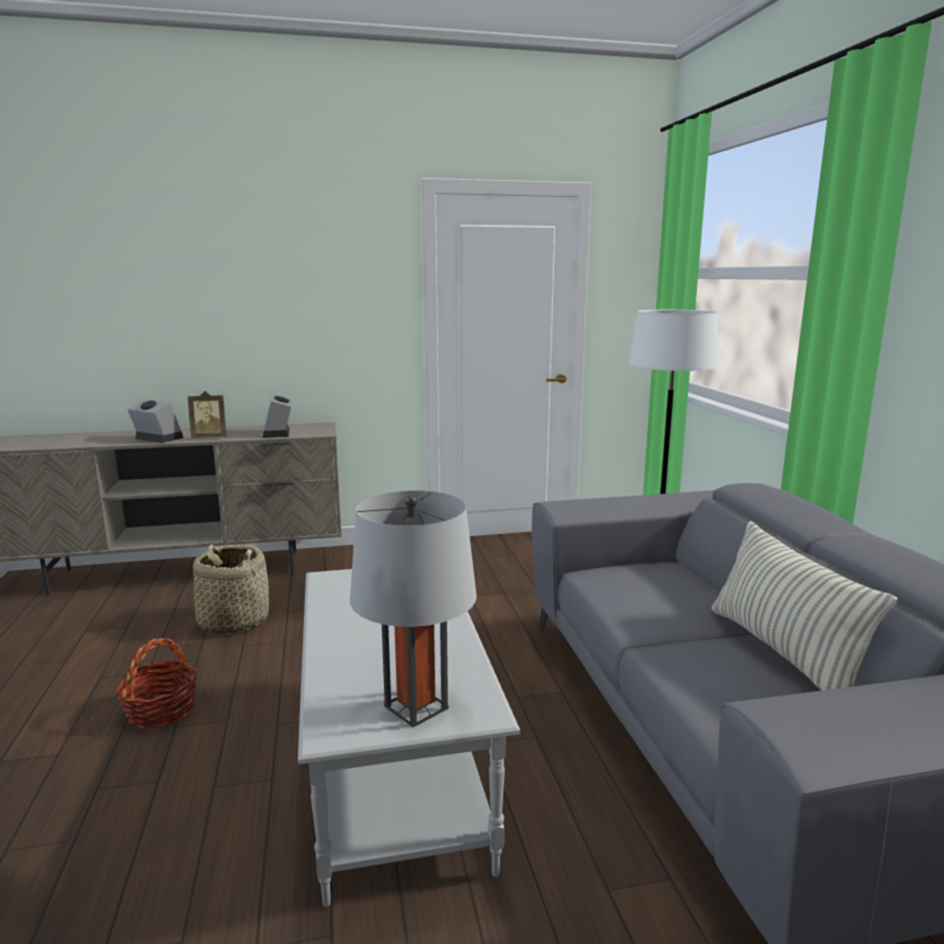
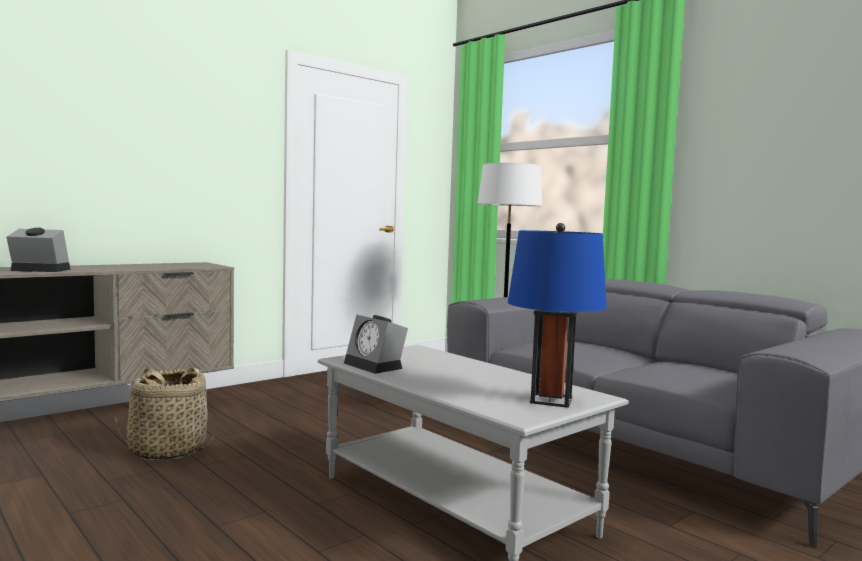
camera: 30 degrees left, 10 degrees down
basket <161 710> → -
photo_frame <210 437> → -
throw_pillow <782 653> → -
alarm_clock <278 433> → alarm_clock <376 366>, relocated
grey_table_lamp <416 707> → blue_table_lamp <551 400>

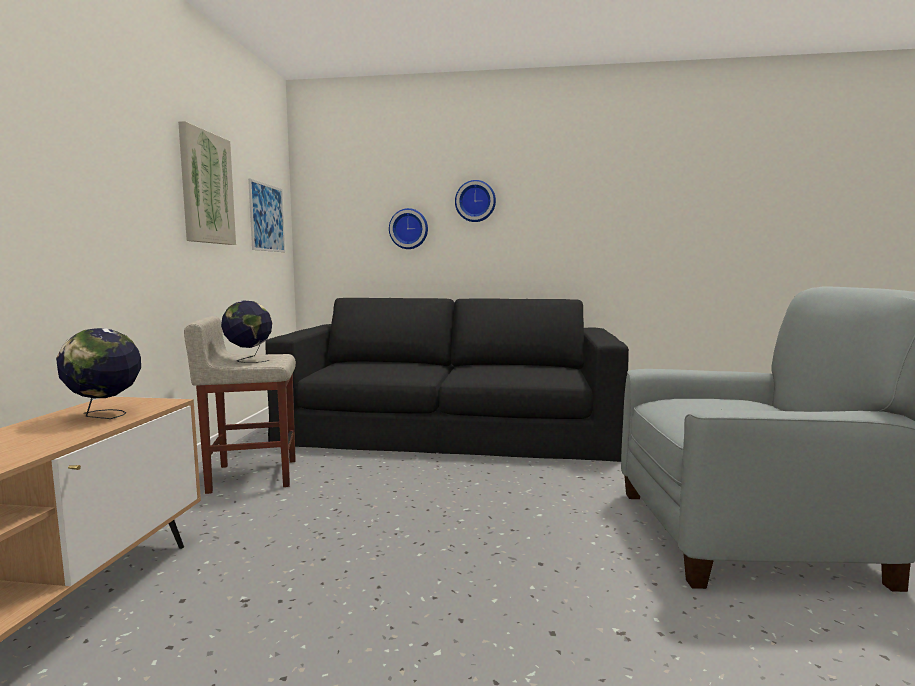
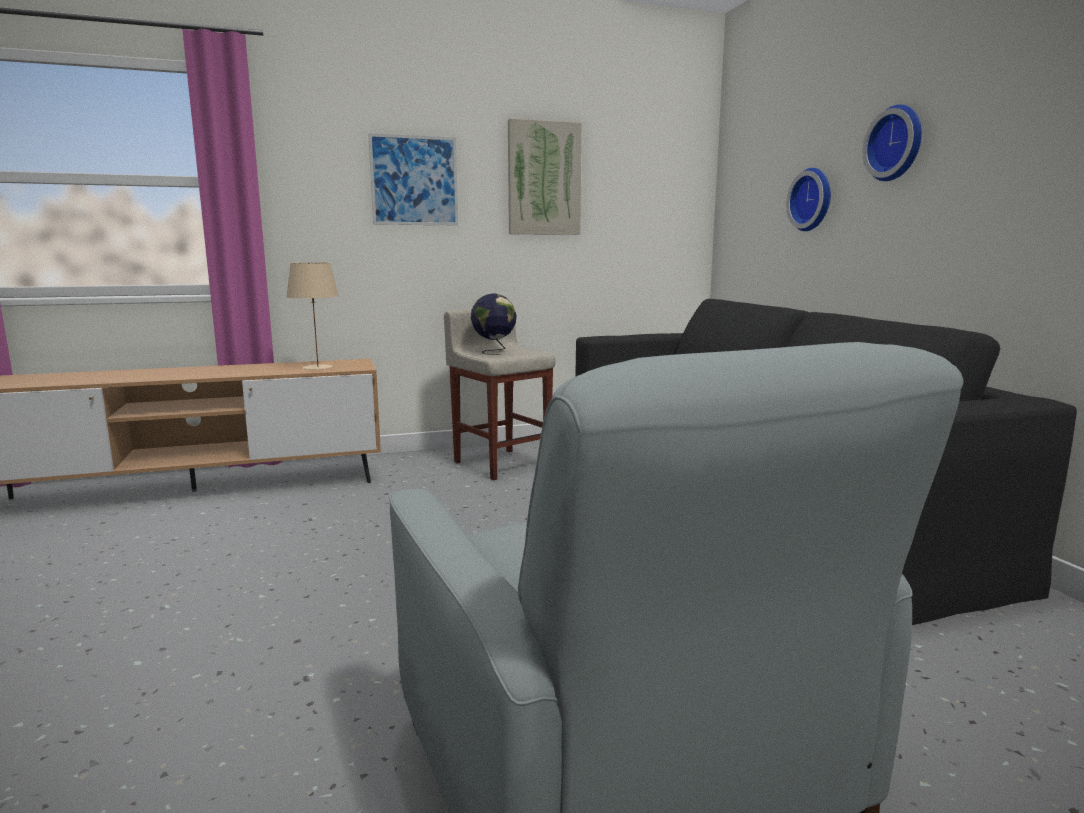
camera: 65 degrees right, 5 degrees up
picture <267 218> → picture <414 180>, relocated
desk_globe <105 416> → sand-coloured_table_lamp <318 367>

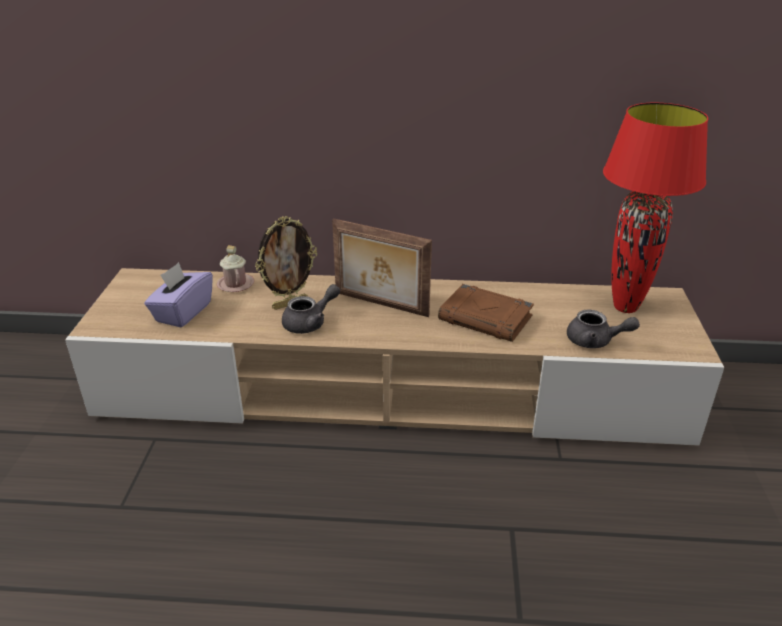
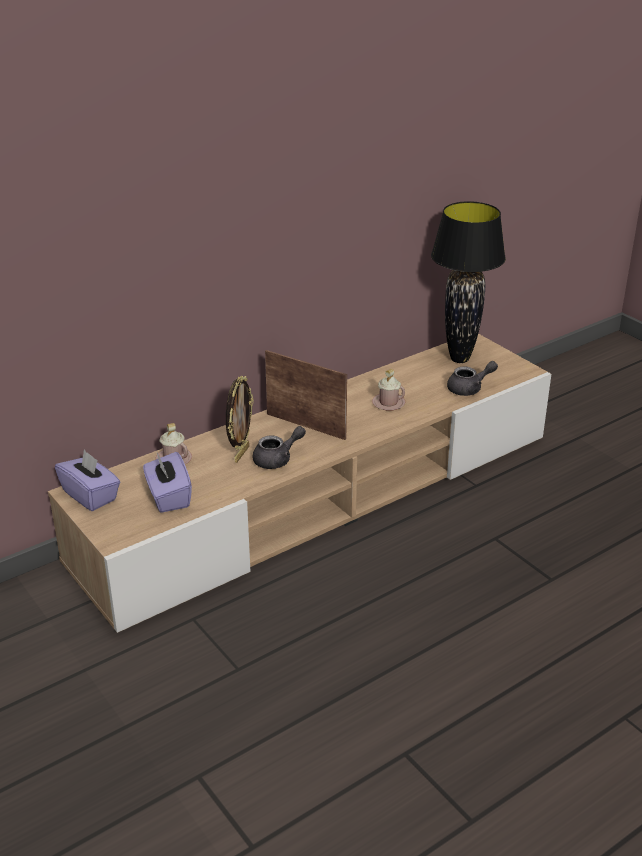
camera: 40 degrees left, 0 degrees up
- → purple-coloured_tissue_box <90 495>
brown_book <486 318> → pinkish_mug <388 403>
red-coloured_table_lamp <624 307> → black_table_lamp <459 359>
grey_teapot <310 323> → grey_teapot <278 459>, 45 degrees clockwise
photo_frame <380 305> → photo_frame <306 425>, 135 degrees counterclockwise

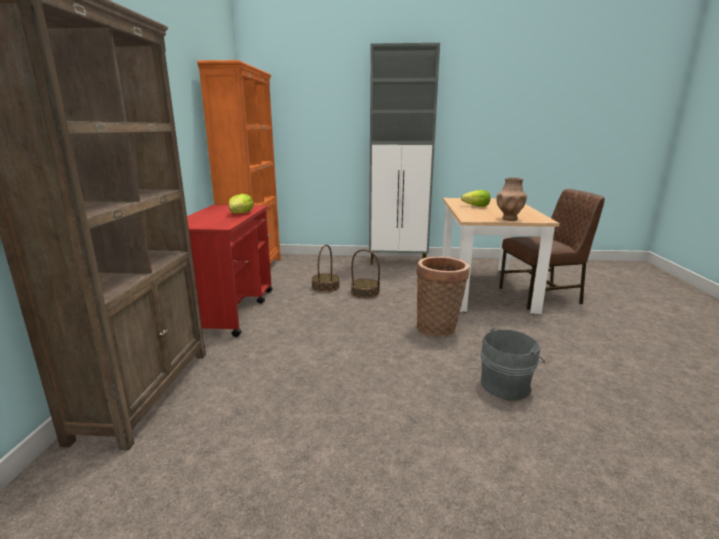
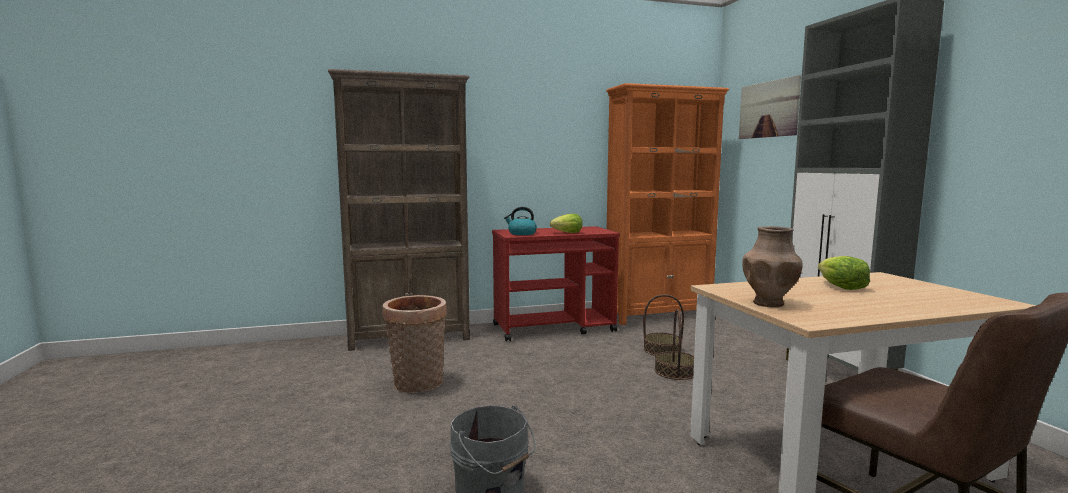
camera: 70 degrees right, 10 degrees down
- → water_kettle <521 233>
- → picture <768 109>
basket <439 328> → basket <417 385>, relocated

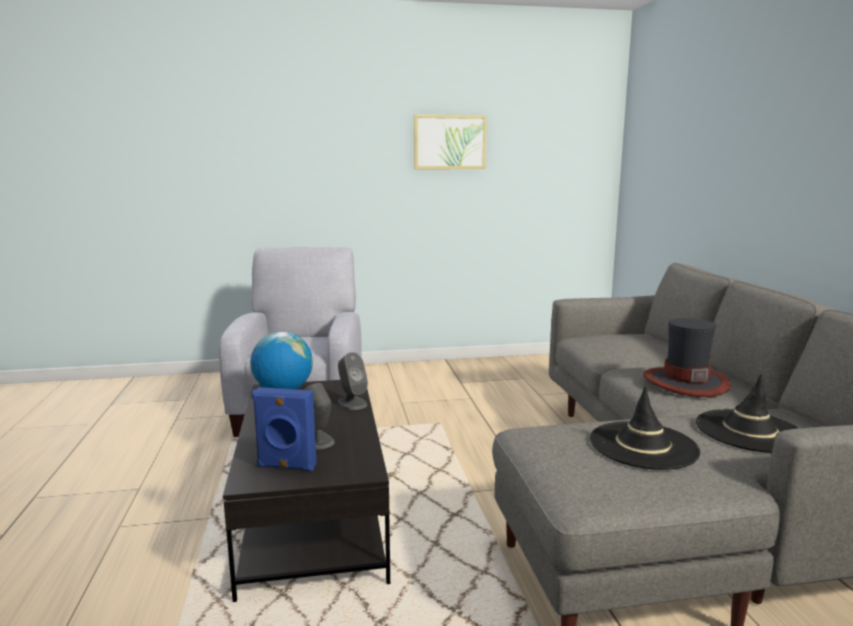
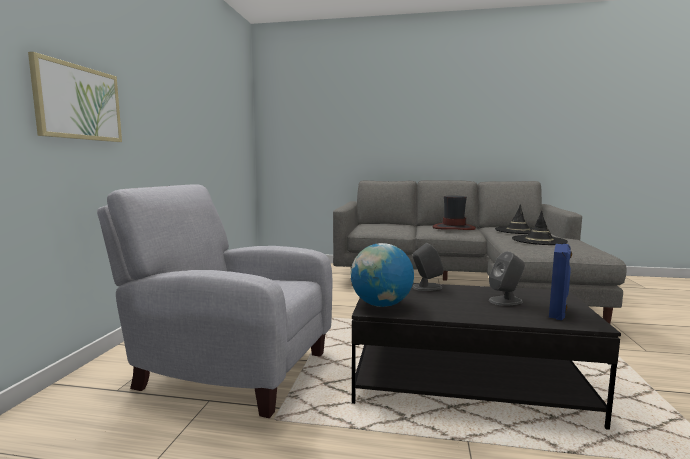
camera: 70 degrees left, 5 degrees down
picture <449 142> → picture <78 103>, relocated

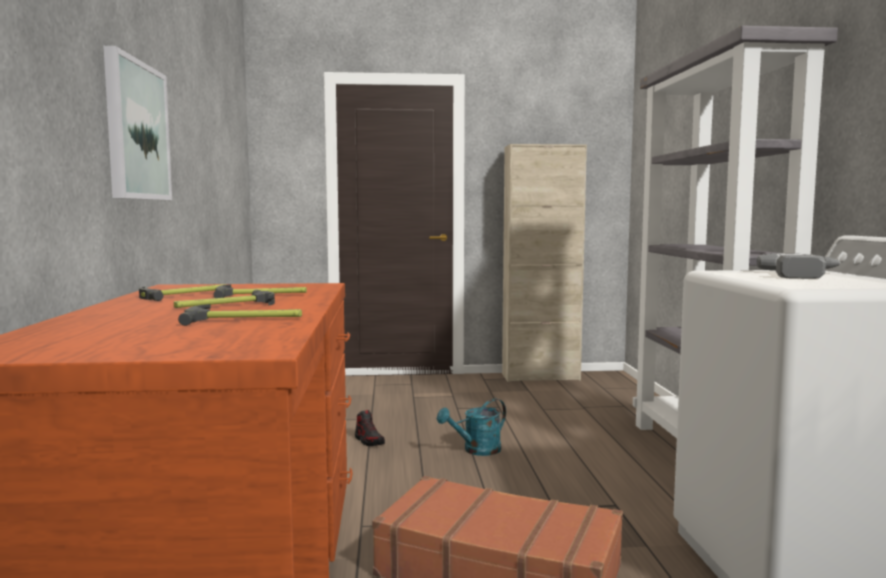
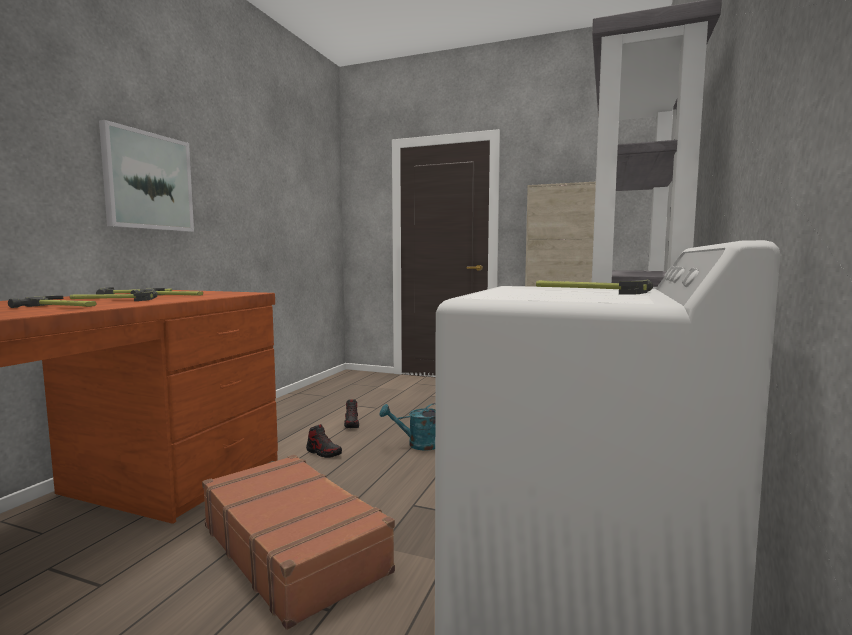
camera: 25 degrees right, 0 degrees up
- → shoe <324 452>
drill <806 275> → hand_hammer <587 291>

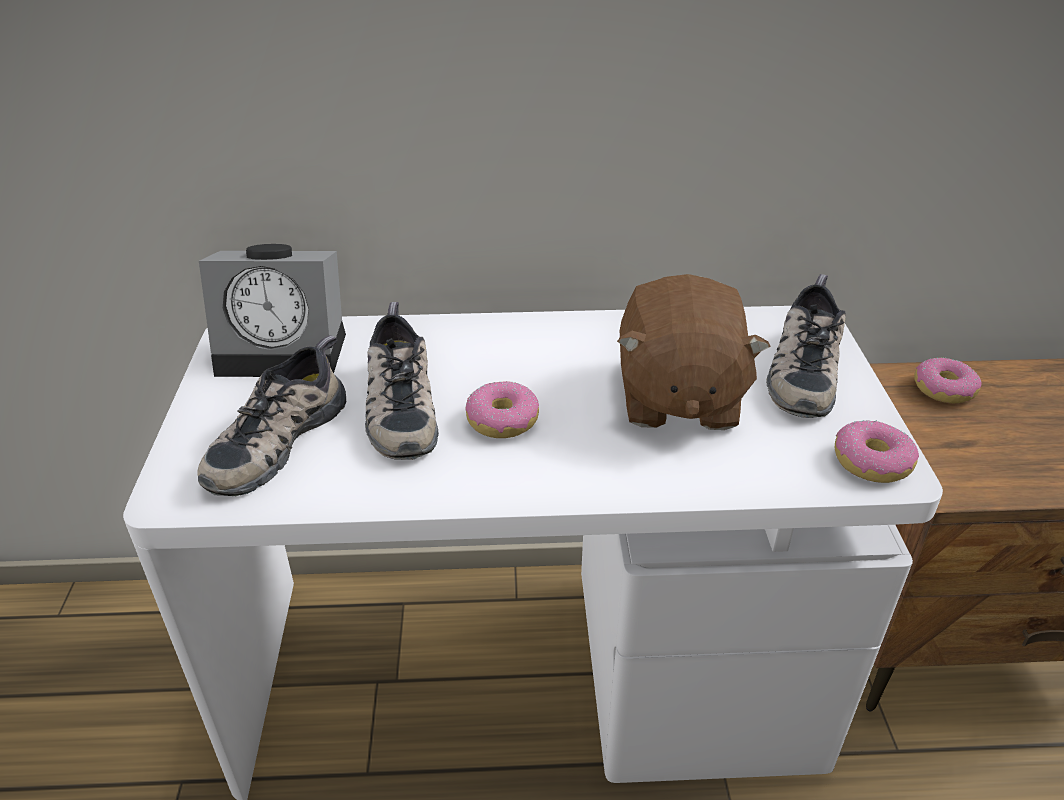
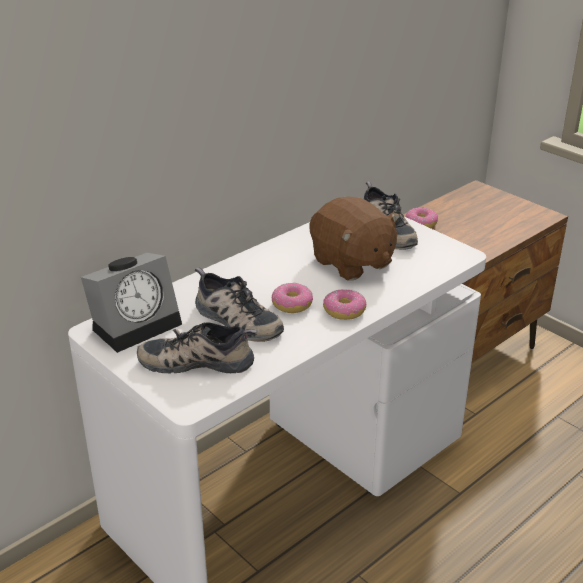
camera: 40 degrees left, 5 degrees down
ring_doughnut <872 462> → ring_doughnut <344 311>, relocated
shoe <275 438> → shoe <198 360>, 105 degrees clockwise

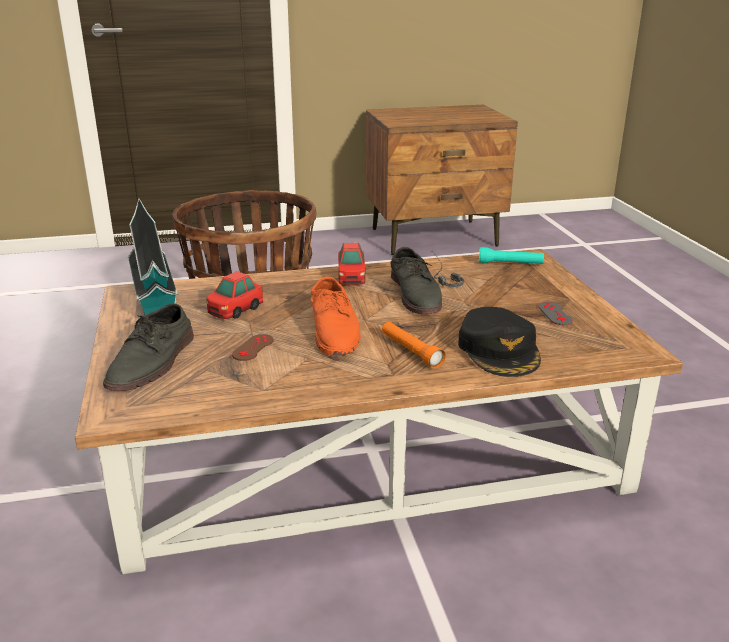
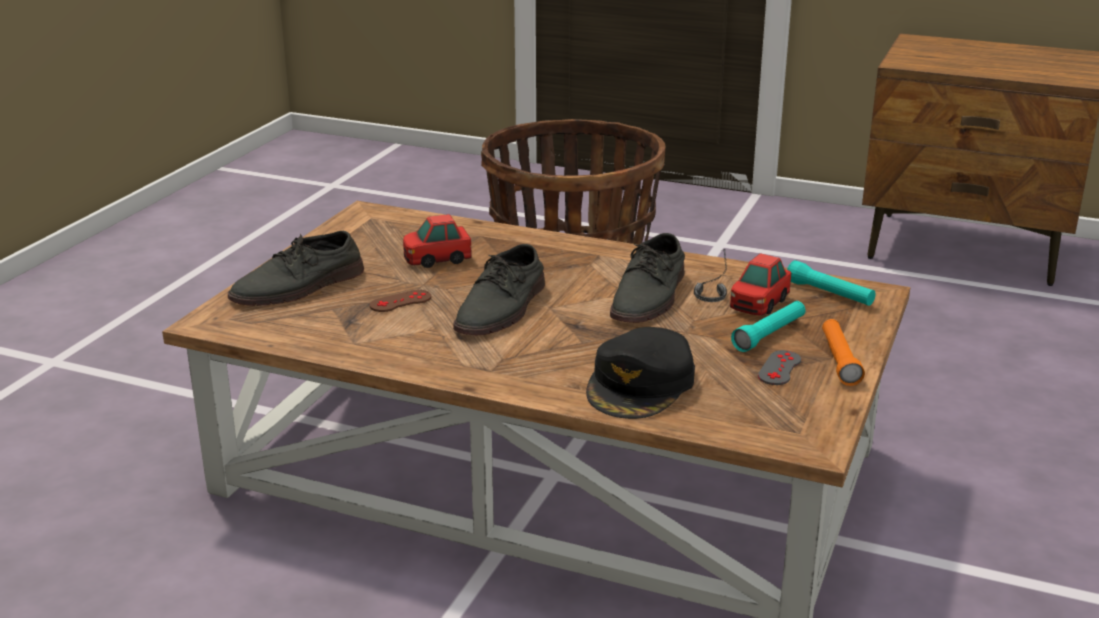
camera: 35 degrees right, 0 degrees up
toy_house <155 303> → -
- → turquoise-coloured_hand_torch <769 335>
model_car <351 278> → model_car <758 304>, relocated
orange_hand_torch <411 351> → orange_hand_torch <839 360>, relocated
orange_shoe <334 330> → grey_shoe <502 308>

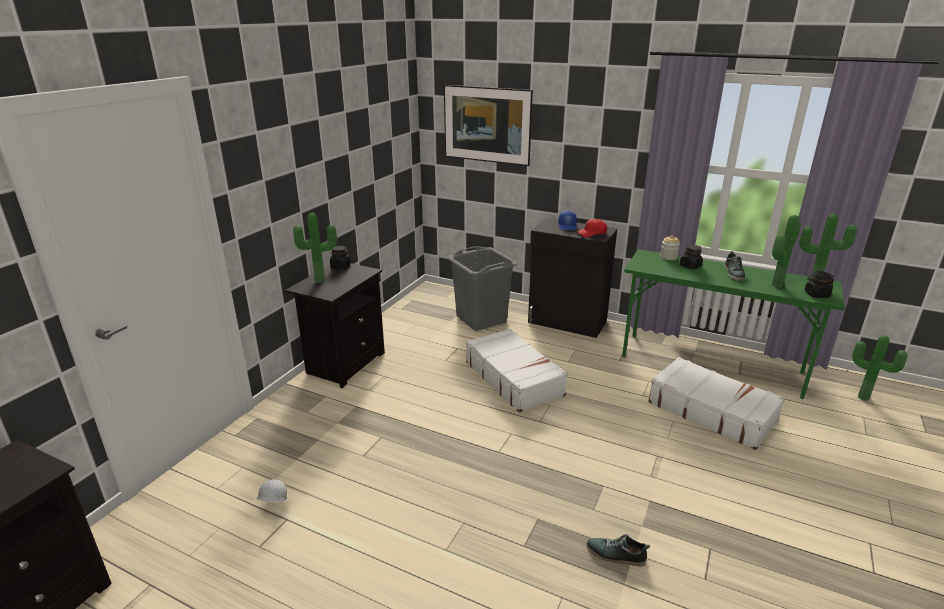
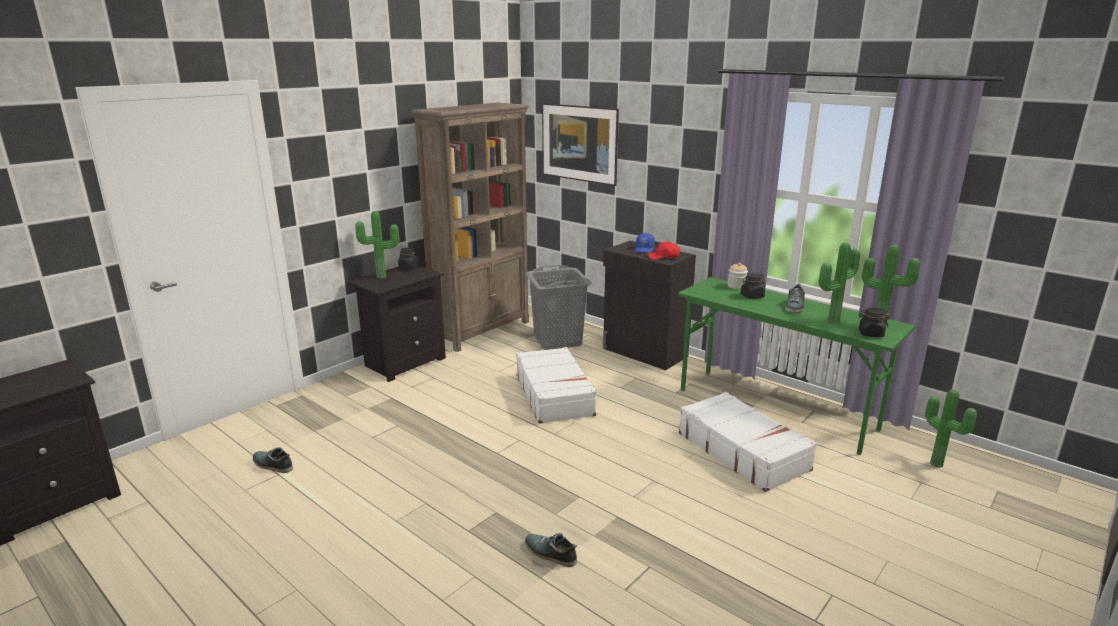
camera: 15 degrees right, 5 degrees down
- → brown_shelving_unit <482 331>
white_hard_hat <273 509> → shoe <272 465>

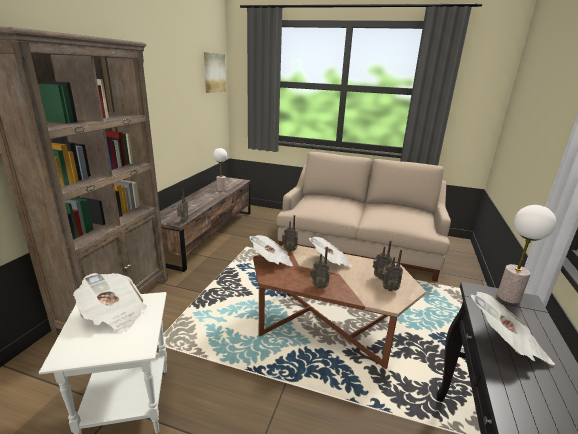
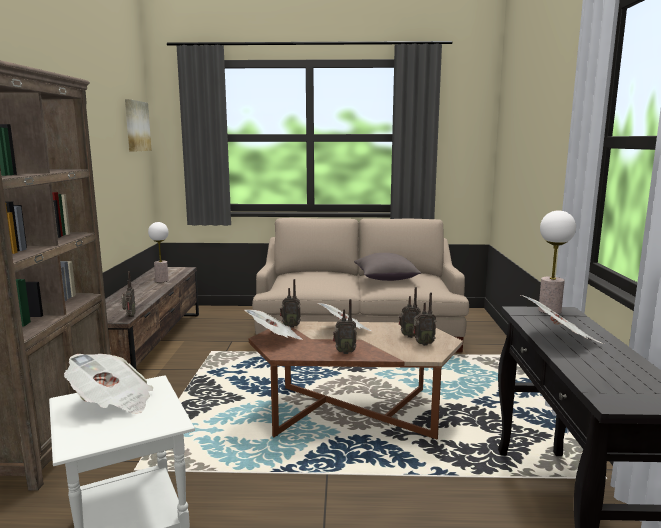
camera: 15 degrees left, 10 degrees down
- → grey_throw_pillow <385 279>

